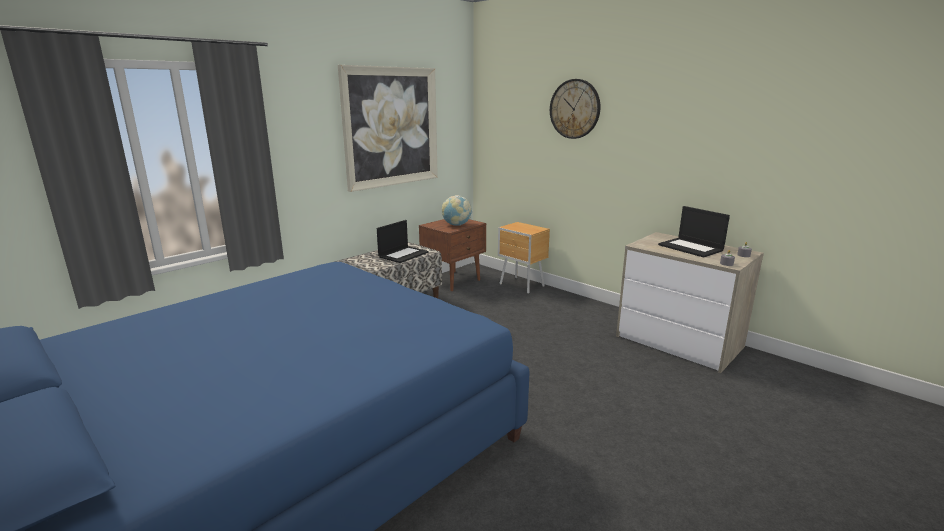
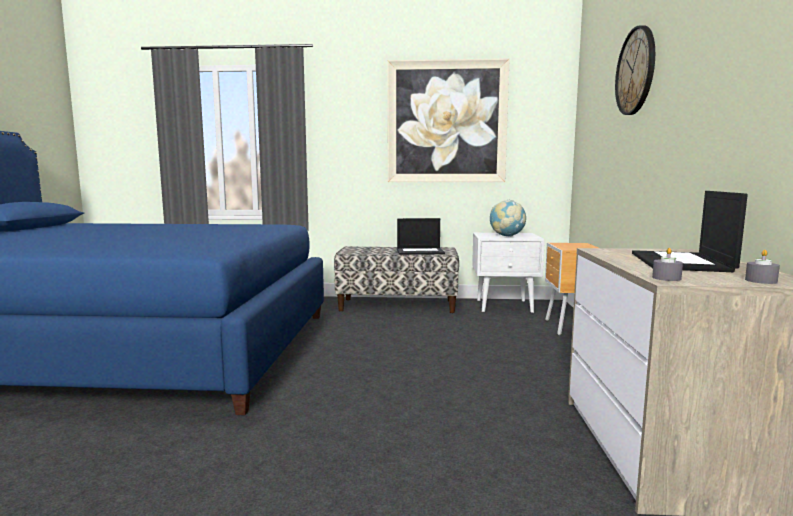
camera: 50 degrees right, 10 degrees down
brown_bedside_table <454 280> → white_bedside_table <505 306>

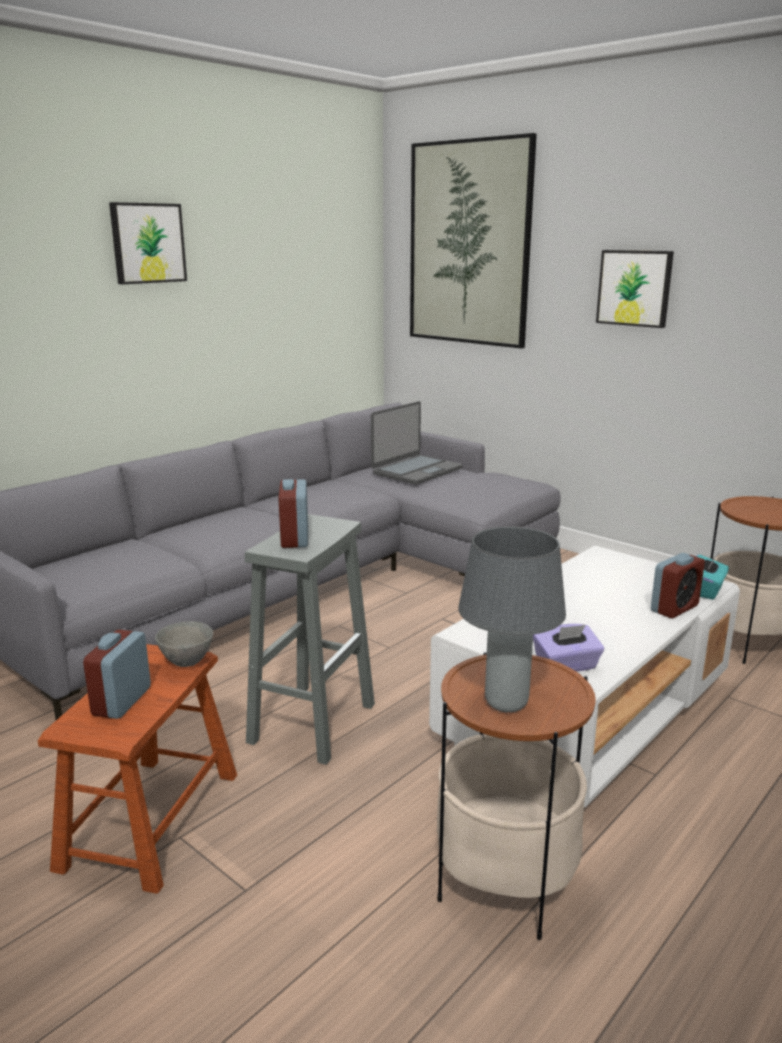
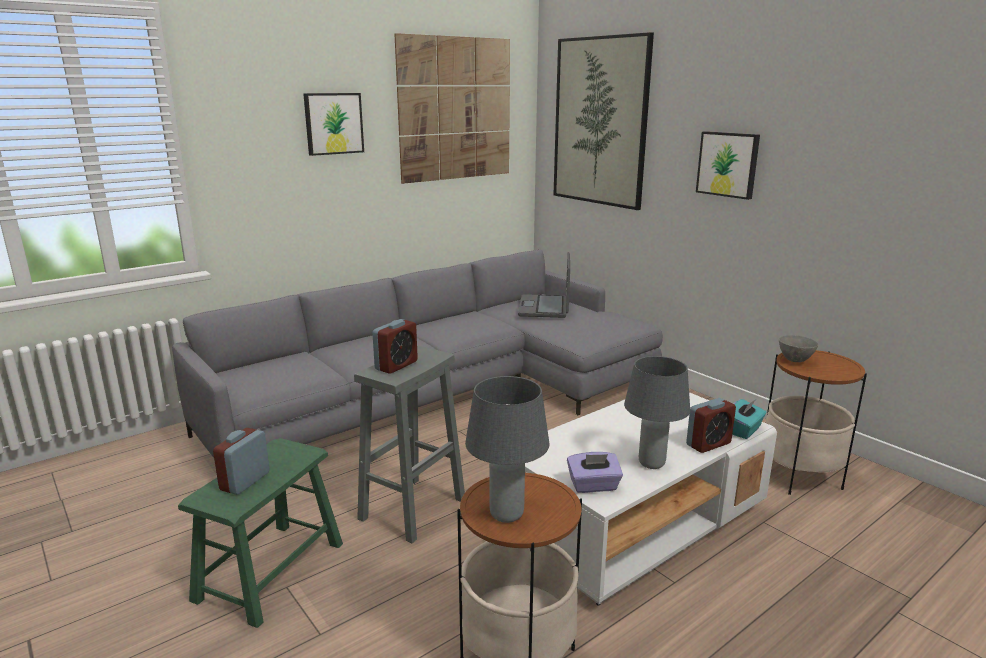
camera: 10 degrees right, 0 degrees up
- → picture <455 109>
- → grey_table_lamp <652 464>
grey_bowl <187 662> → grey_bowl <795 360>, relocated
brown_sitting_stool <151 819> → green-coloured_sitting_stool <270 571>
alarm_clock <295 539> → alarm_clock <396 365>, 150 degrees counterclockwise
portable_computer <416 471> → portable_computer <544 307>, 135 degrees clockwise

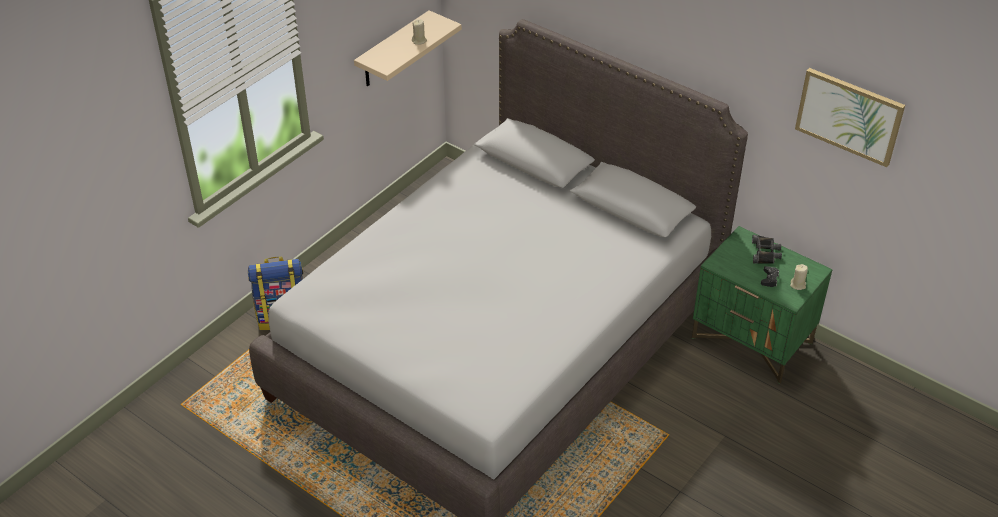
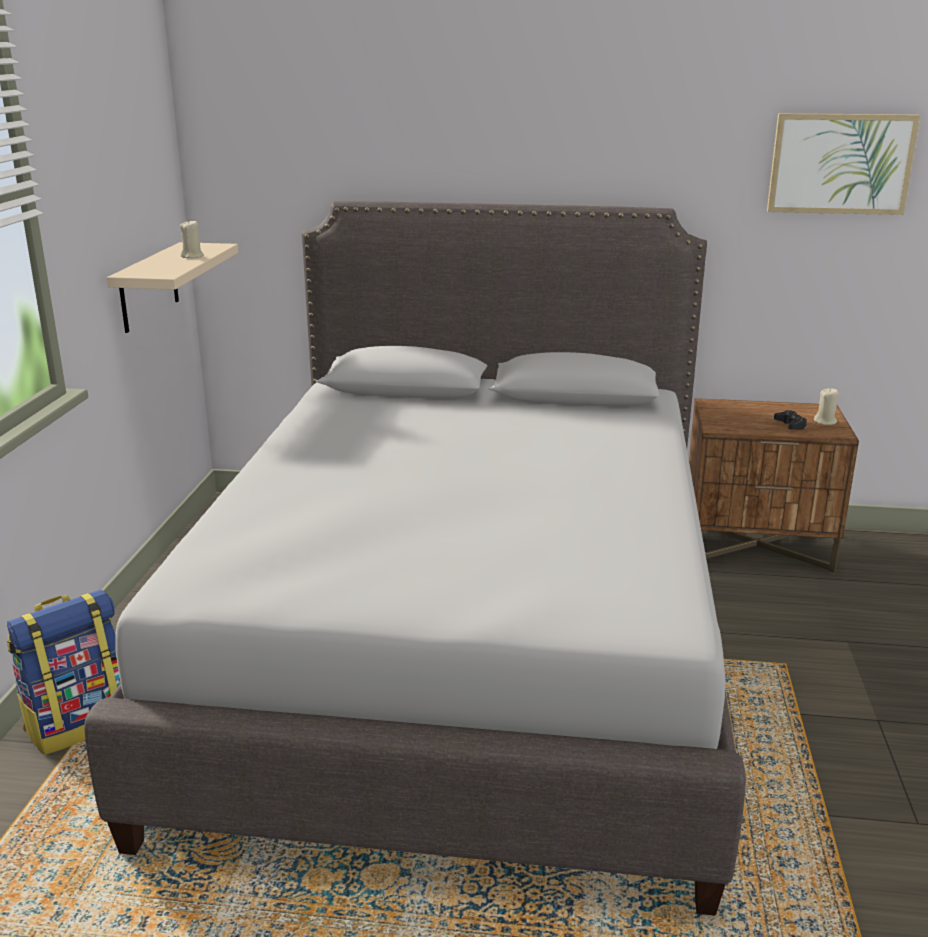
camera: 30 degrees left, 20 degrees down
black_binoculars <765 253> → -
green-coloured_bedside_table <752 340> → brown_bedside_table <757 547>

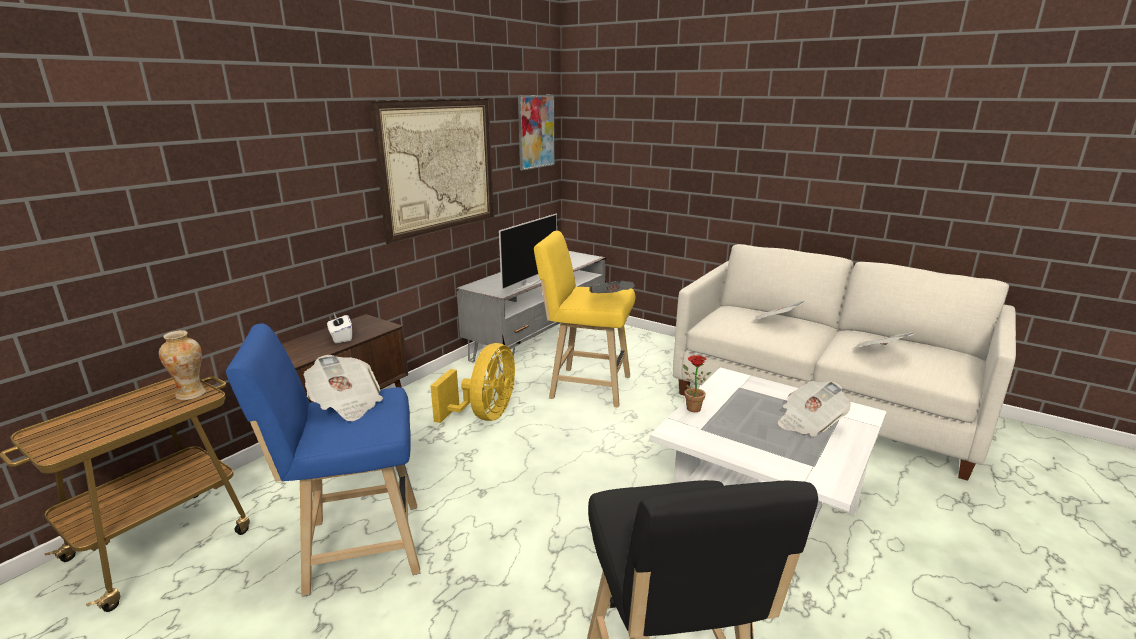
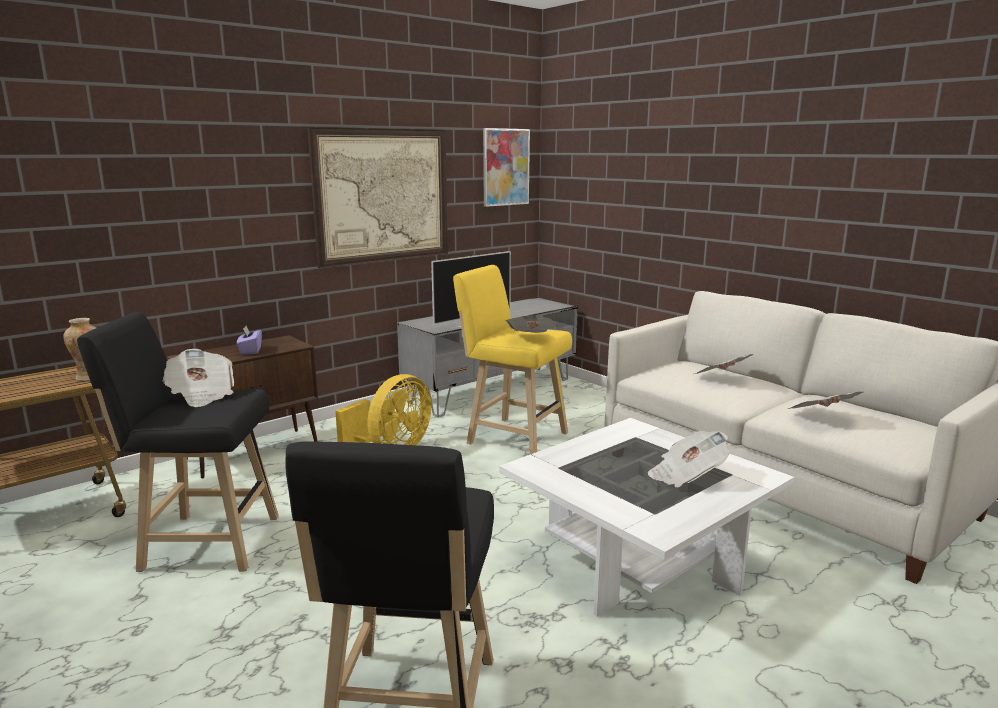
camera: 15 degrees right, 5 degrees down
houseplant <691 407> → -
blue_sitting_stool <356 548> → black_sitting_stool <204 542>
white_tissue_box <341 337> → purple-coloured_tissue_box <250 351>

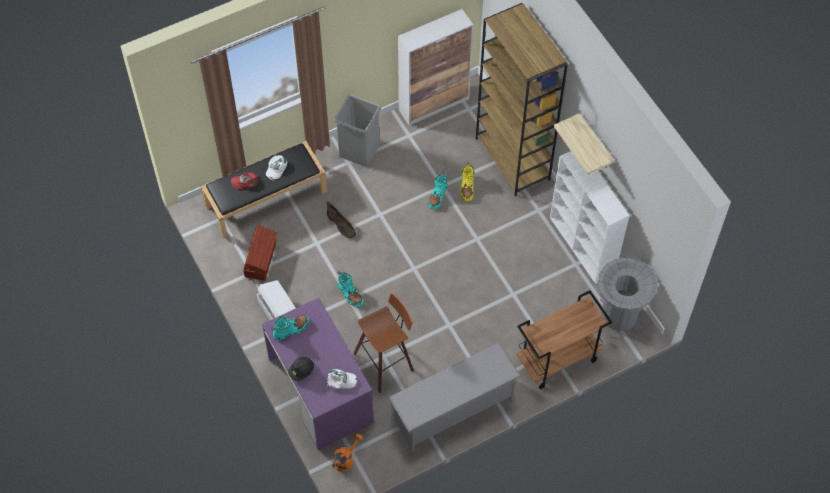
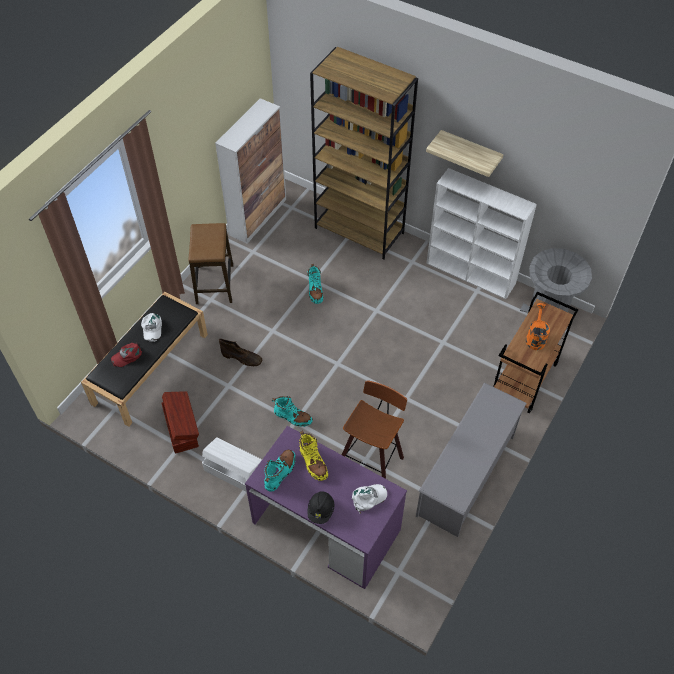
camera: 30 degrees left, 5 degrees down
orange_watering_pot <346 460> → orange_watering_pot <535 337>, relocated
yellow-coloured_high-top_boot <467 187> → yellow-coloured_high-top_boot <313 462>, relocated
grey_waste_bin <359 150> → sitting_stool <214 284>

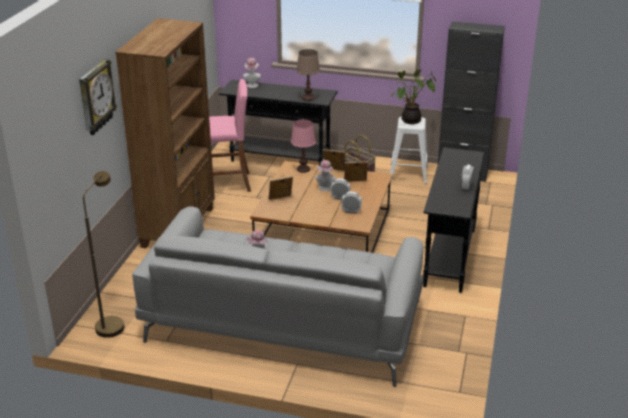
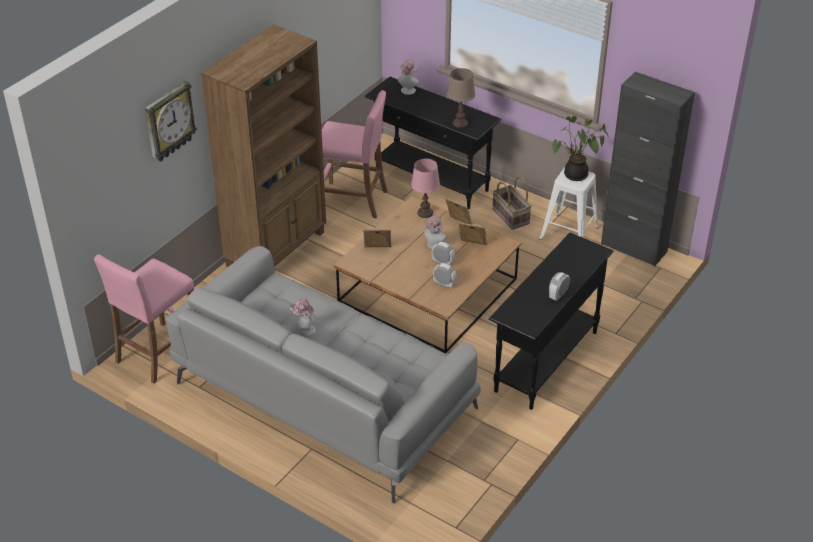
camera: 20 degrees right, 10 degrees up
brown_standing_lamp <112 323> → pinkish_sitting_stool <158 352>

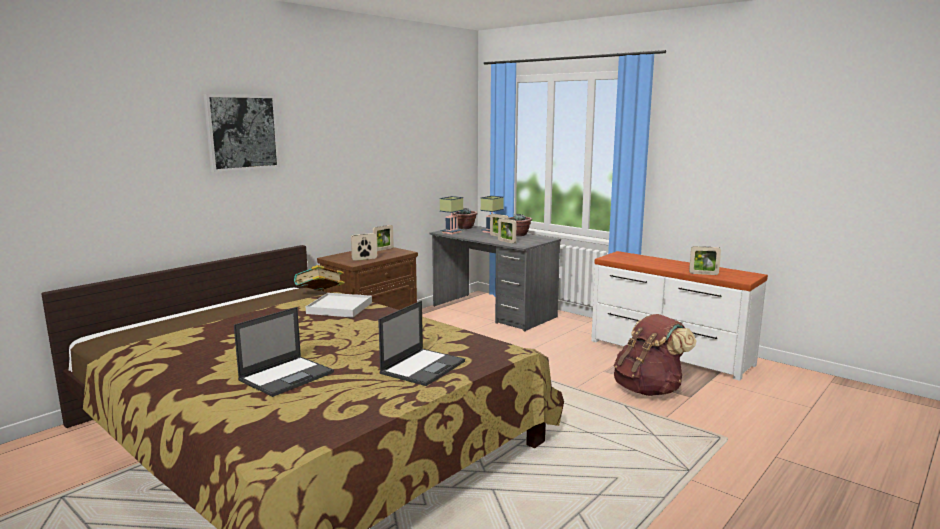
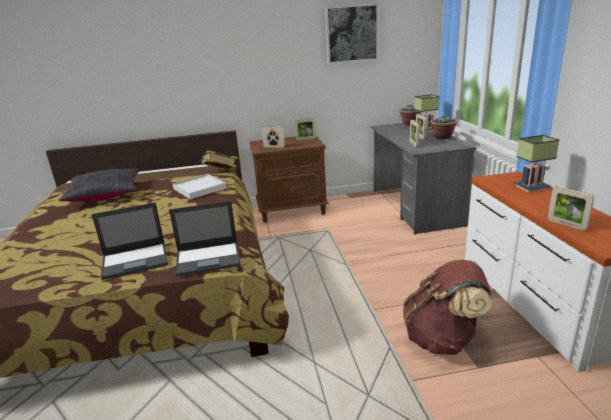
camera: 40 degrees right, 10 degrees up
- → black_throw_pillow <105 195>
picture <242 132> → picture <352 33>, relocated
portable_computer <287 376> → portable_computer <209 258>, relocated
table_lamp <451 232> → table_lamp <531 187>, relocated

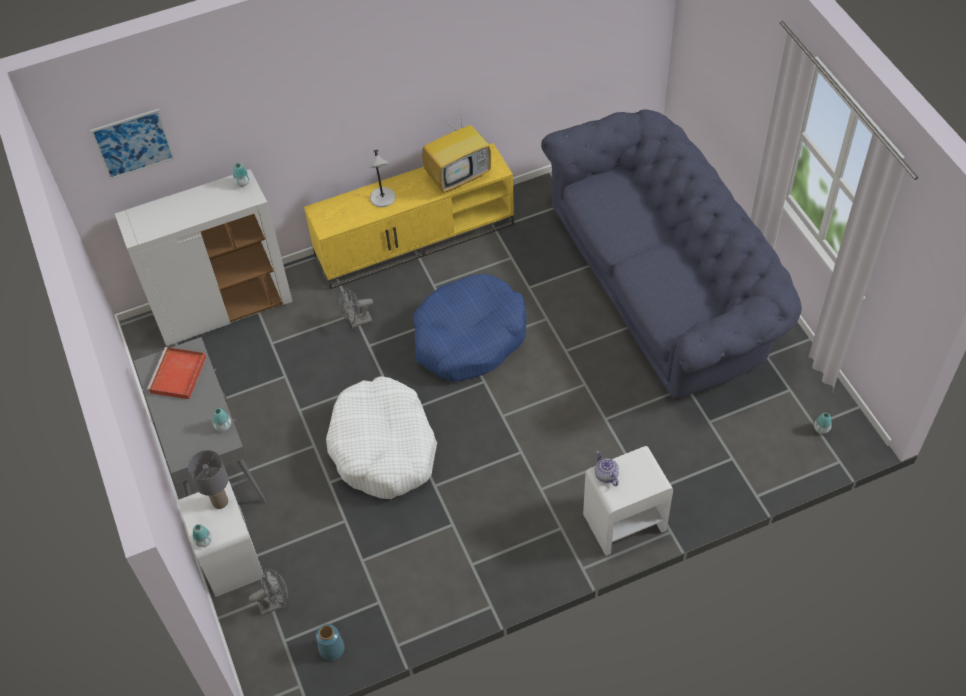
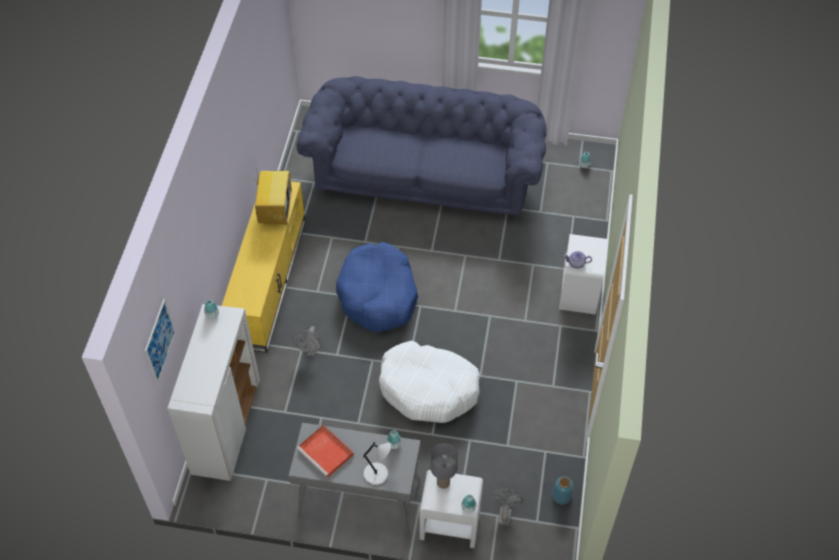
camera: 60 degrees left, 0 degrees up
grey_table_lamp <383 199> → grey_table_lamp <377 474>, relocated

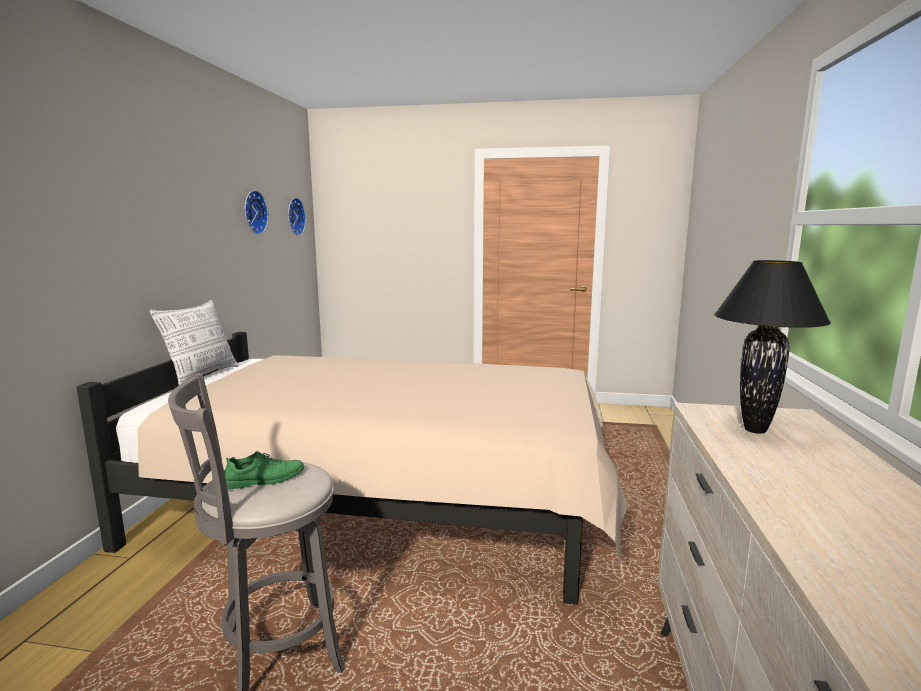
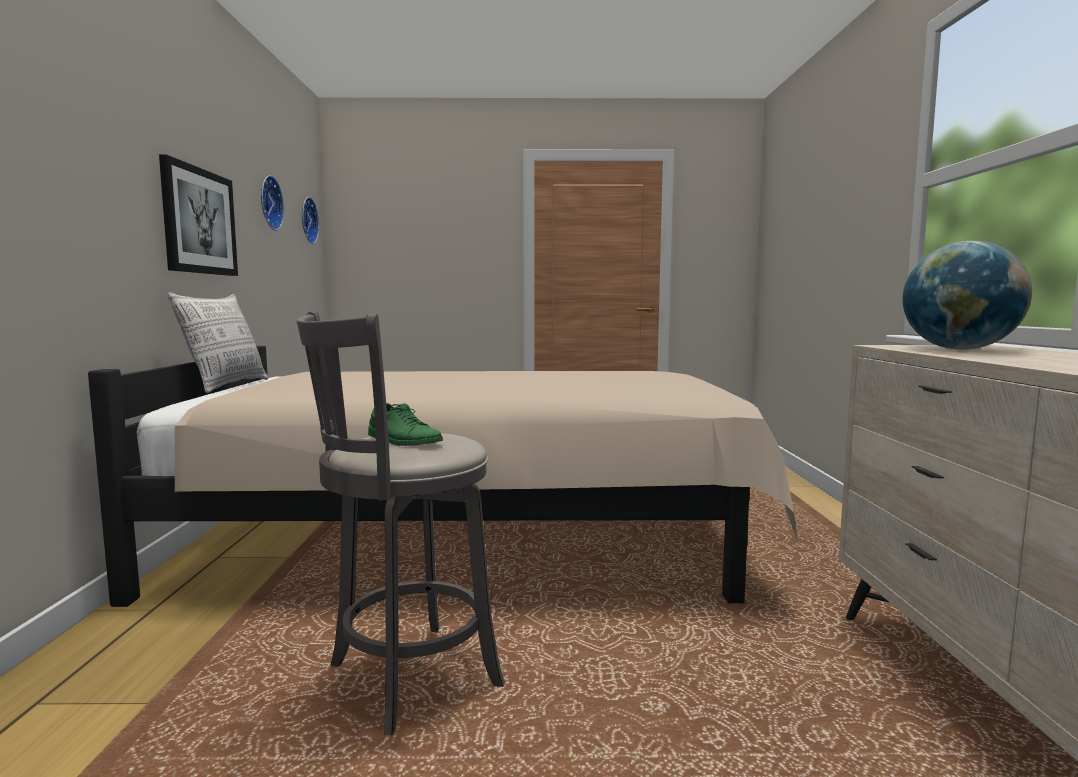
camera: 10 degrees left, 5 degrees down
- → picture <199 221>
black_table_lamp <756 430> → desk_globe <960 349>
green-coloured_shoe <264 479> → green-coloured_shoe <403 440>, 75 degrees clockwise

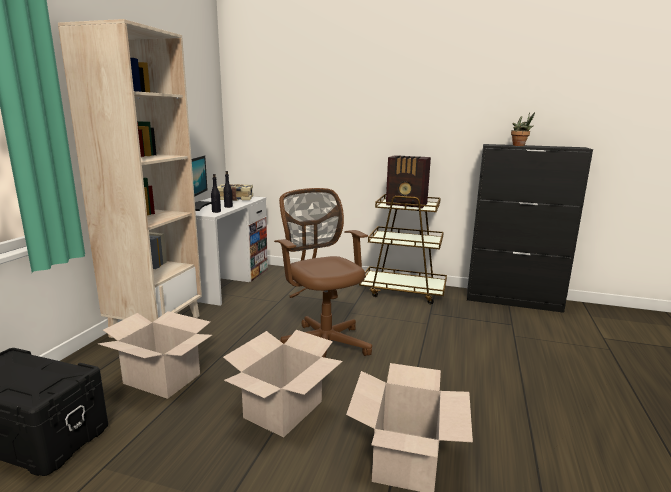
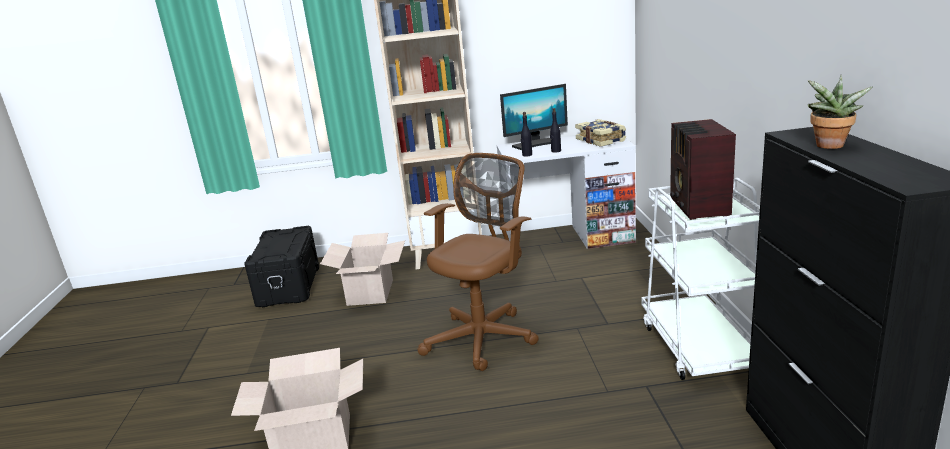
camera: 70 degrees right, 5 degrees up
carton <283 409> → -
brown_cart <403 291> → white_cart <699 346>

